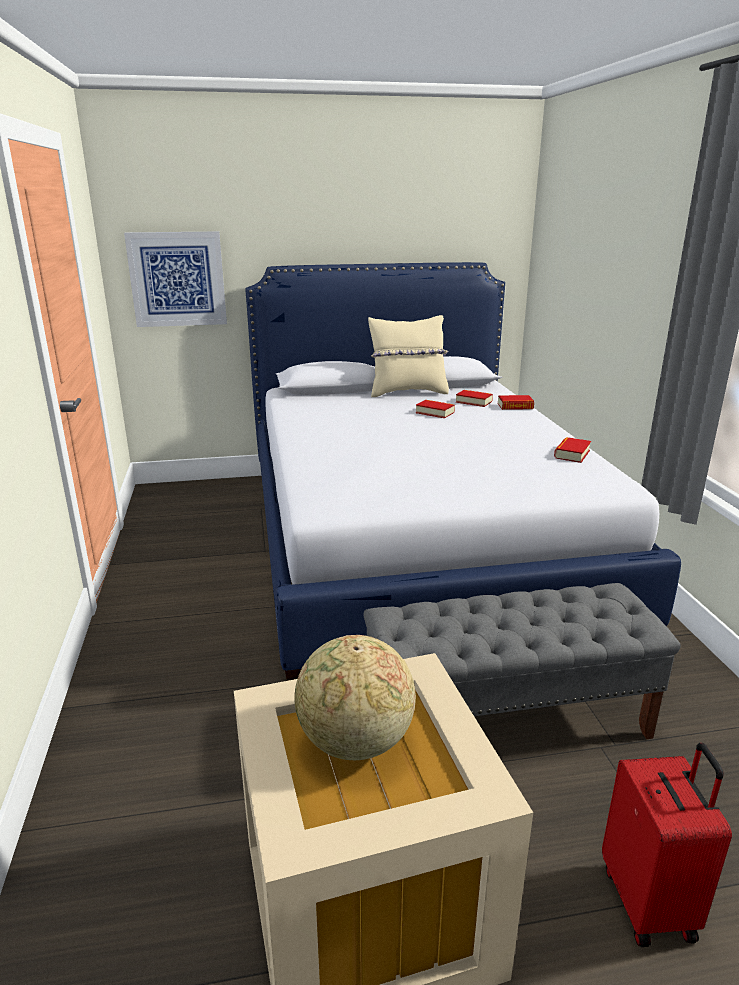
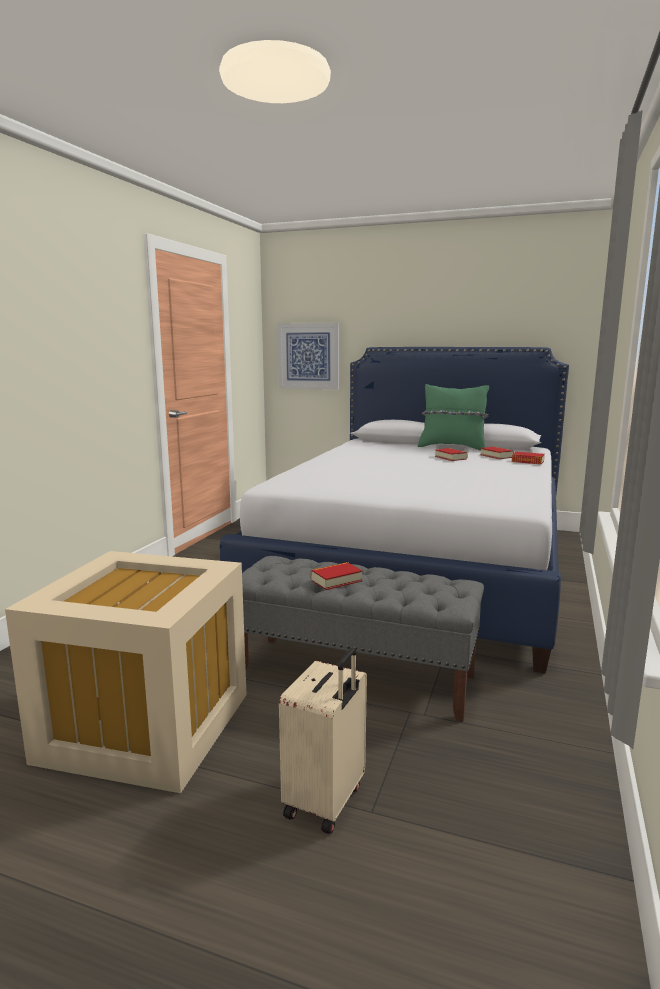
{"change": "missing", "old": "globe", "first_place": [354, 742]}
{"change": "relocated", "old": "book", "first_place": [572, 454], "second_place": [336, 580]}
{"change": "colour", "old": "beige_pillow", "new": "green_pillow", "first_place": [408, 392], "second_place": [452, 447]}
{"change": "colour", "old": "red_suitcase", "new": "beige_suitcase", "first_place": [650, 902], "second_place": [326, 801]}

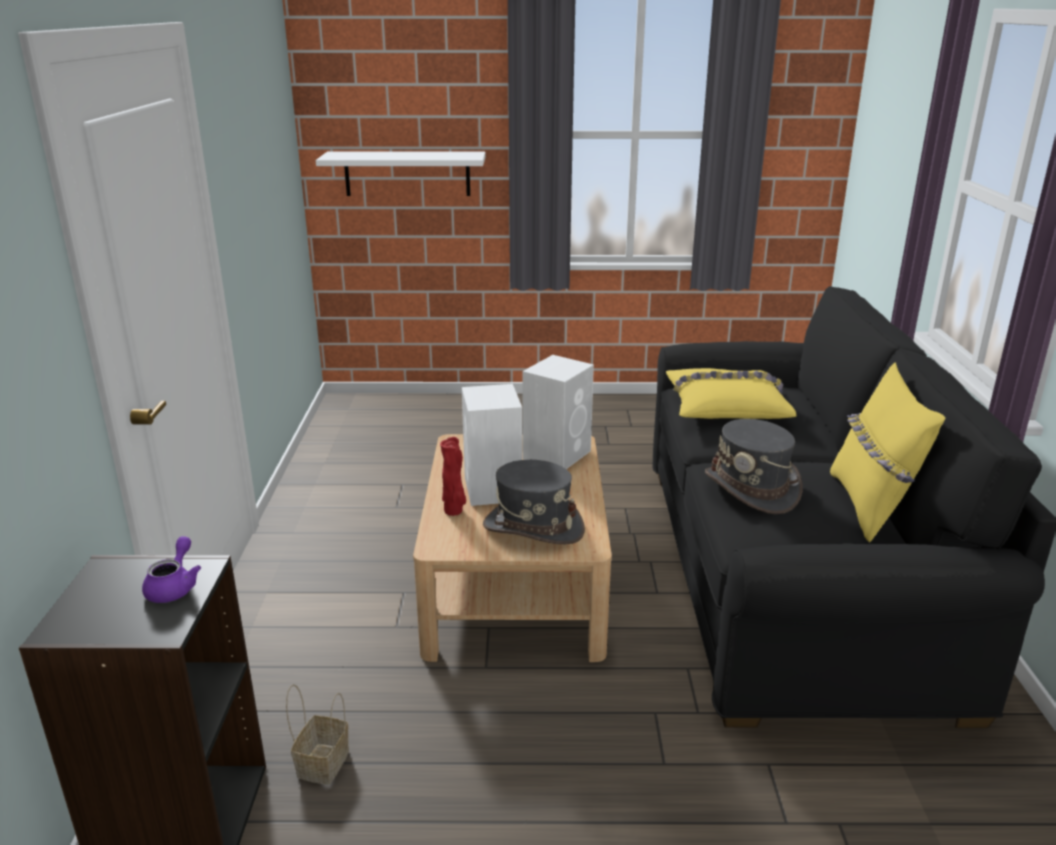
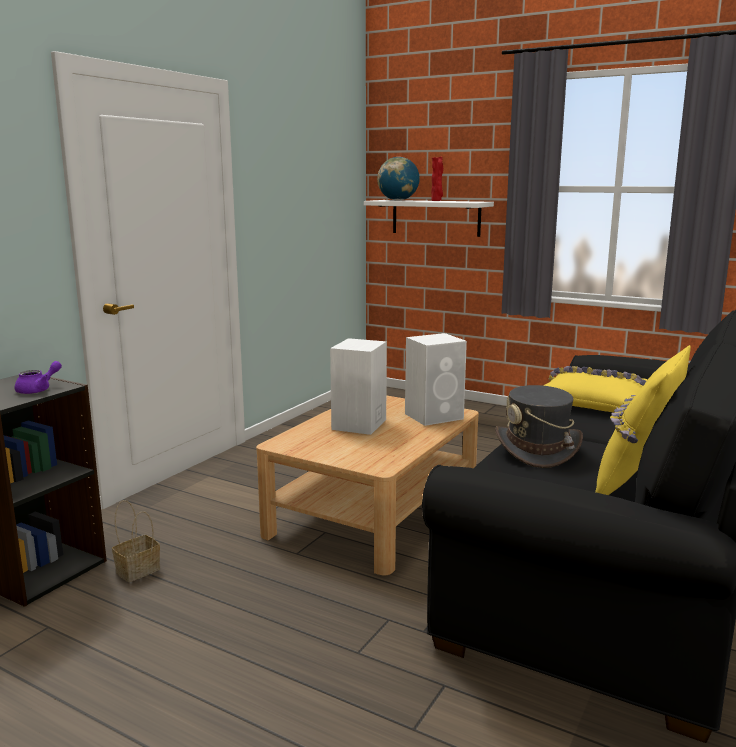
{"change": "missing", "old": "grey_hat", "first_place": [533, 528]}
{"change": "appeared", "new": "globe", "second_place": [398, 200]}
{"change": "relocated", "old": "red_vase", "first_place": [454, 511], "second_place": [436, 200]}

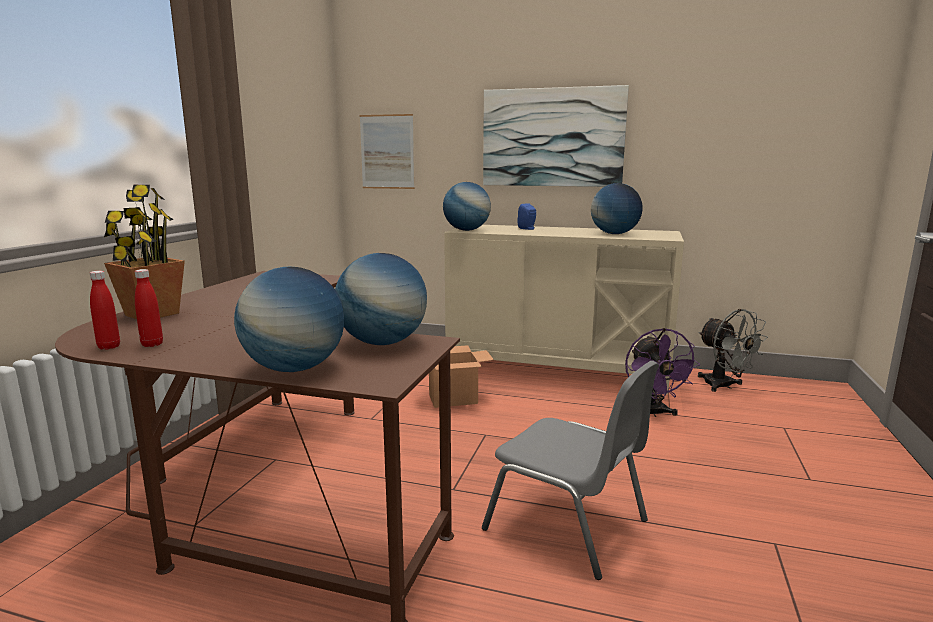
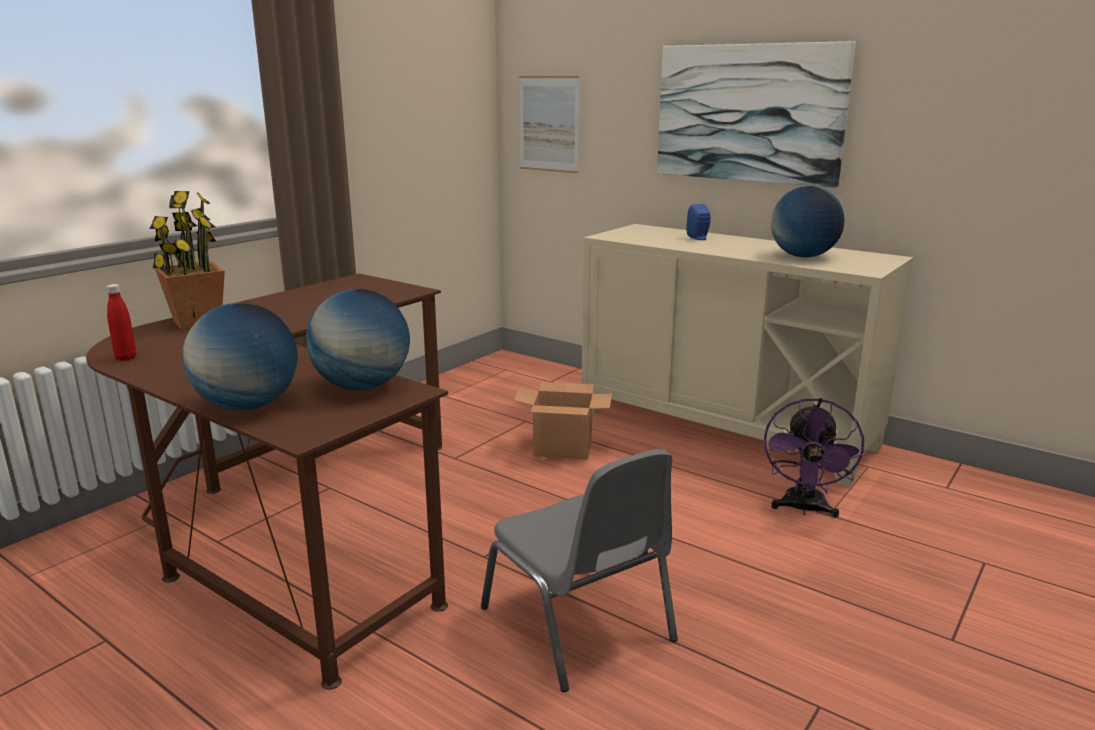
{"change": "missing", "old": "red_bottle", "first_place": [152, 344]}
{"change": "missing", "old": "globe", "first_place": [466, 230]}
{"change": "missing", "old": "grey_fan", "first_place": [724, 386]}

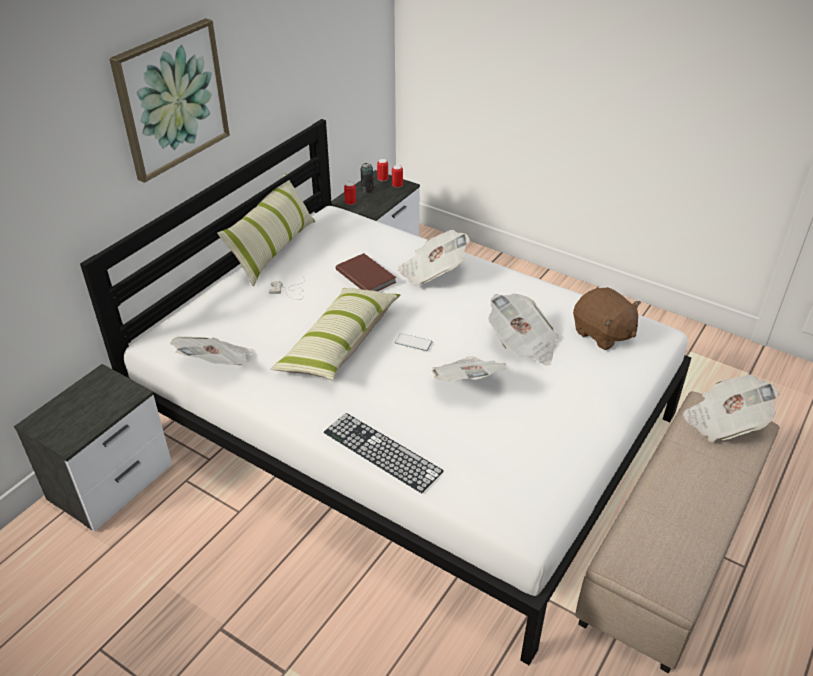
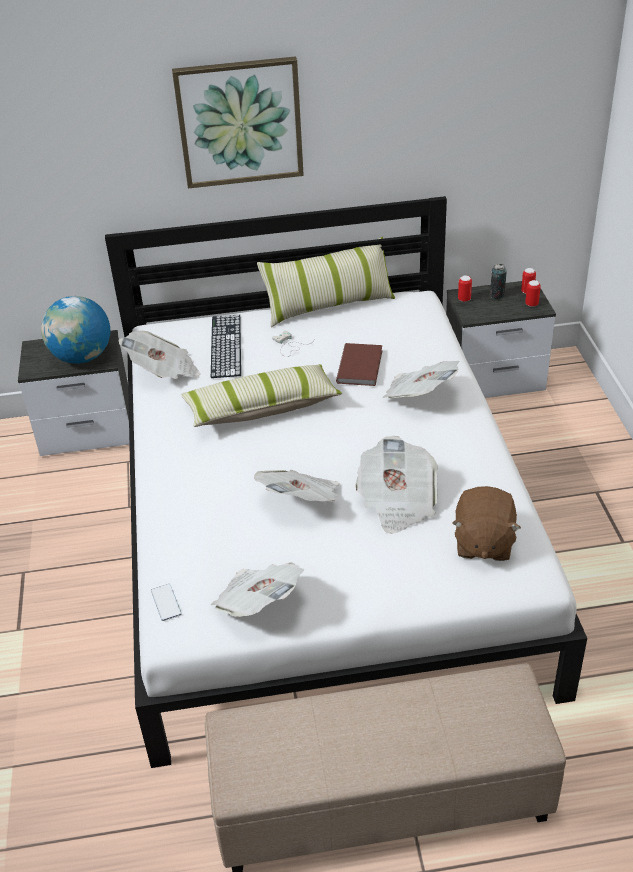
{"change": "appeared", "new": "globe", "second_place": [82, 357]}
{"change": "relocated", "old": "keyboard", "first_place": [382, 452], "second_place": [226, 345]}
{"change": "relocated", "old": "phone", "first_place": [413, 342], "second_place": [166, 602]}
{"change": "relocated", "old": "newspaper", "first_place": [724, 422], "second_place": [258, 604]}

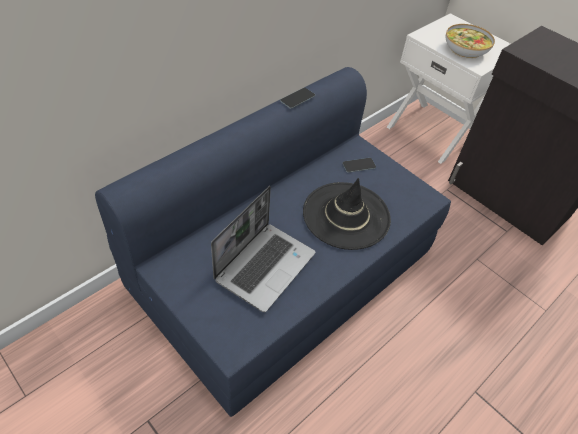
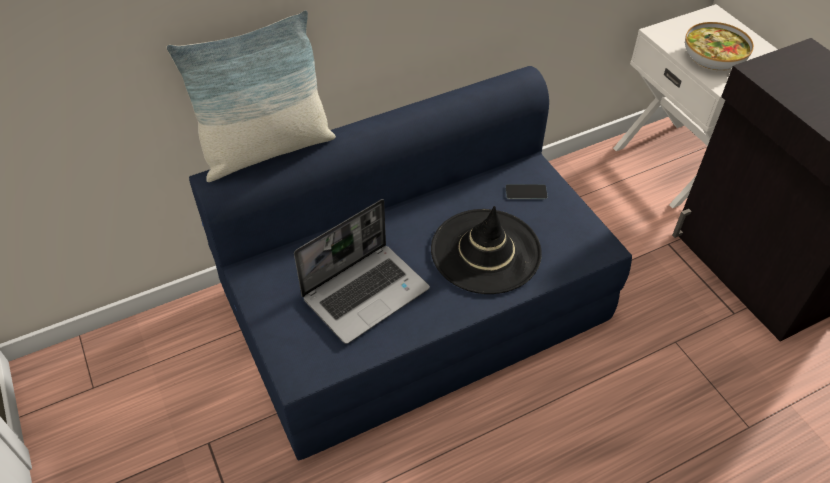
{"change": "missing", "old": "phone", "first_place": [297, 98]}
{"change": "appeared", "new": "pillow", "second_place": [267, 150]}

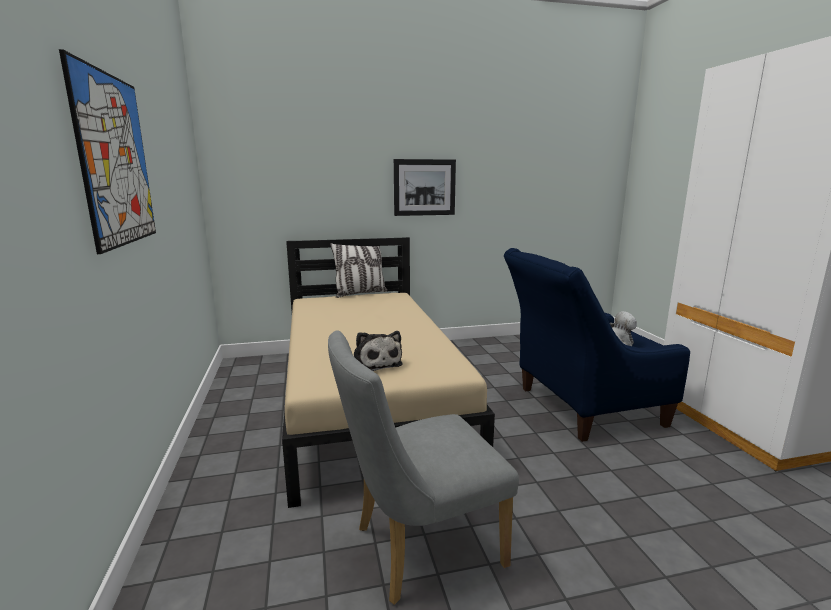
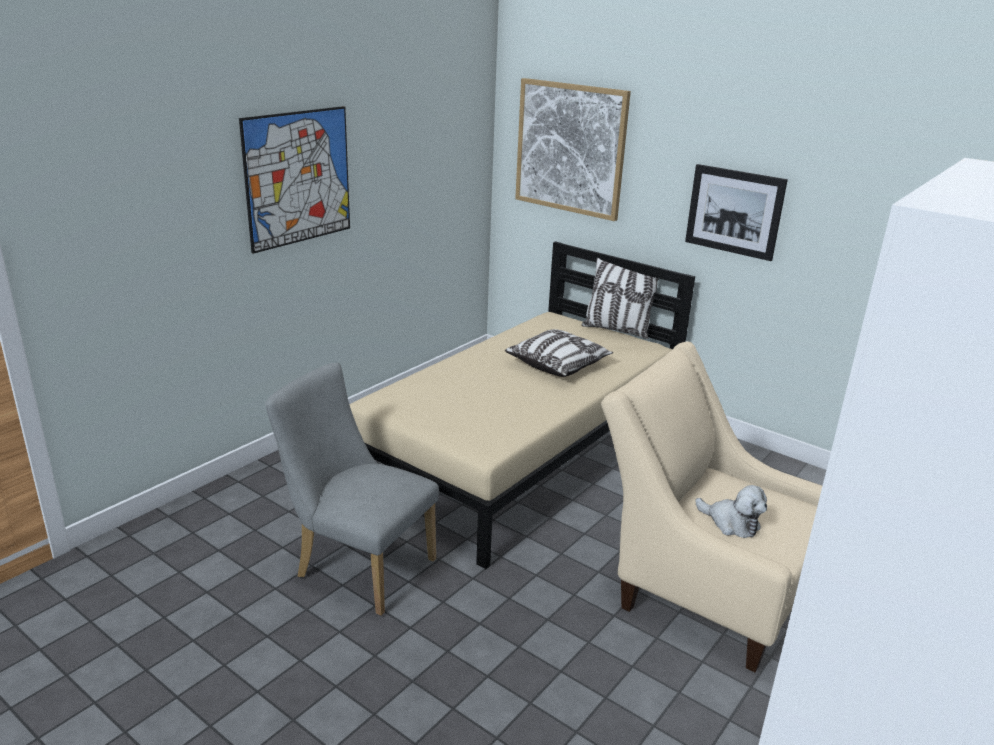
{"change": "missing", "old": "plush_toy", "first_place": [375, 363]}
{"change": "appeared", "new": "pillow", "second_place": [558, 365]}
{"change": "appeared", "new": "picture", "second_place": [570, 148]}
{"change": "colour", "old": "blue_armchair", "new": "beige_armchair", "first_place": [580, 407], "second_place": [702, 588]}

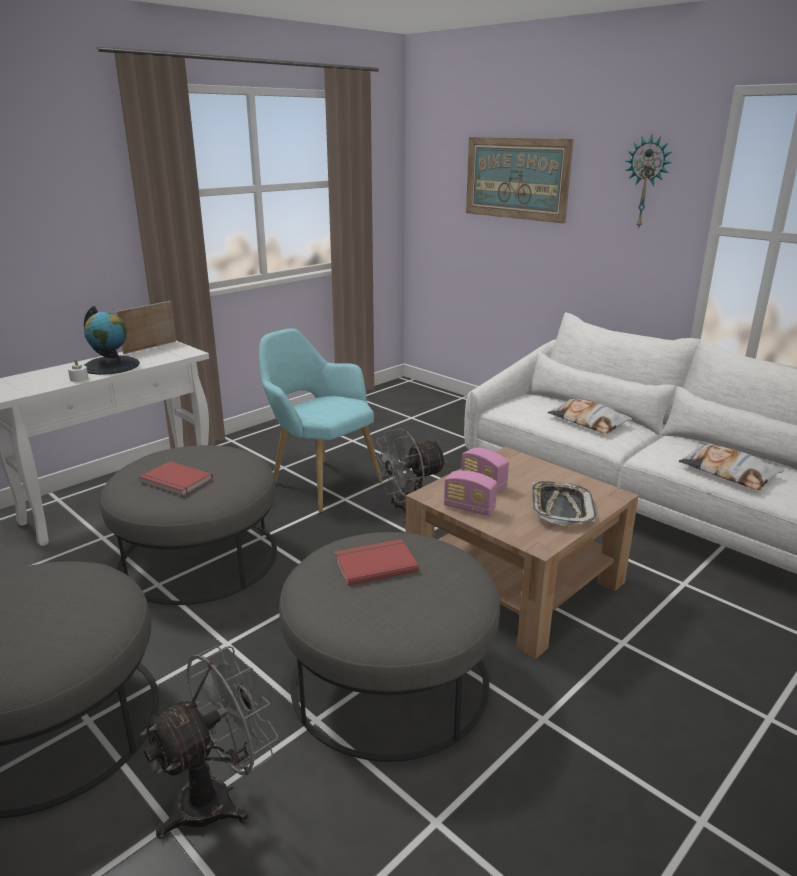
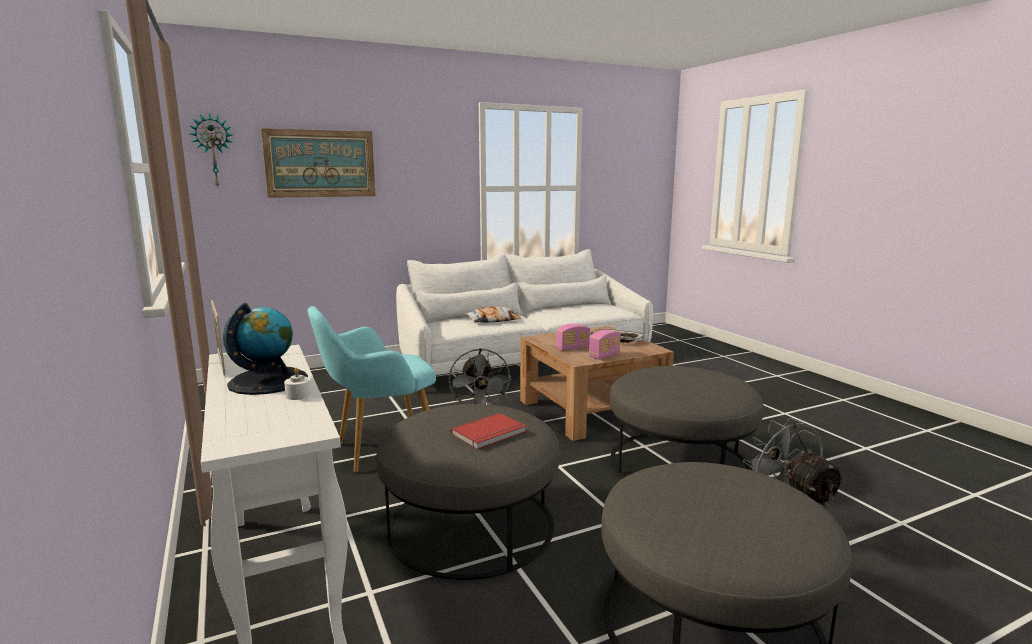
{"change": "missing", "old": "red_book", "first_place": [374, 563]}
{"change": "missing", "old": "pillow", "first_place": [728, 472]}
{"change": "relocated", "old": "wall_clock", "first_place": [646, 182], "second_place": [213, 151]}

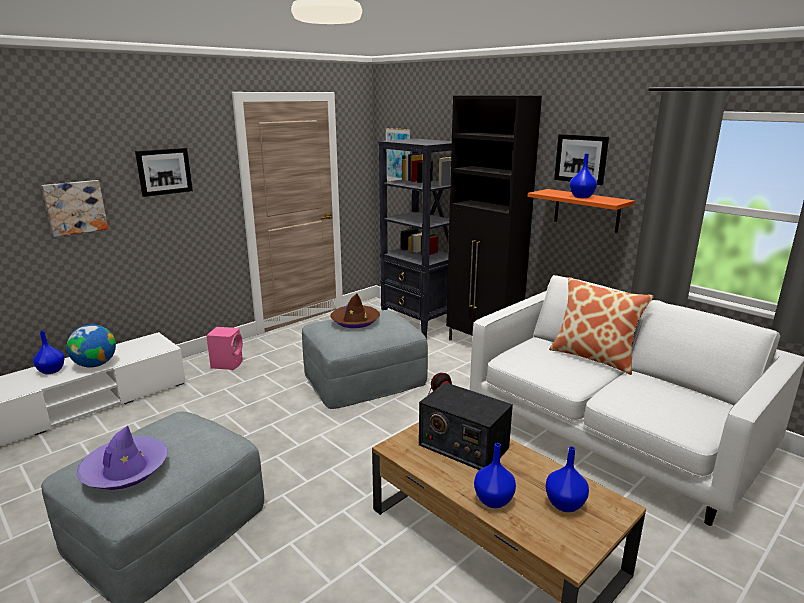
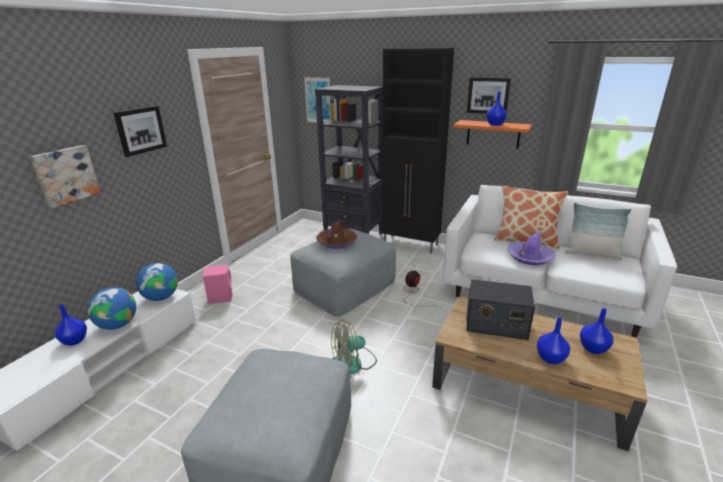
{"change": "appeared", "new": "globe", "second_place": [161, 297]}
{"change": "appeared", "new": "fan", "second_place": [353, 362]}
{"change": "appeared", "new": "pillow", "second_place": [591, 254]}
{"change": "relocated", "old": "purple_hat", "first_place": [125, 470], "second_place": [530, 257]}

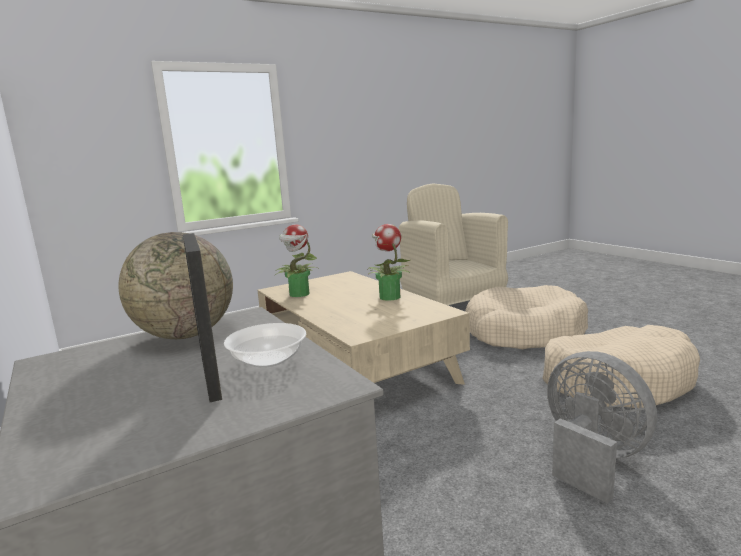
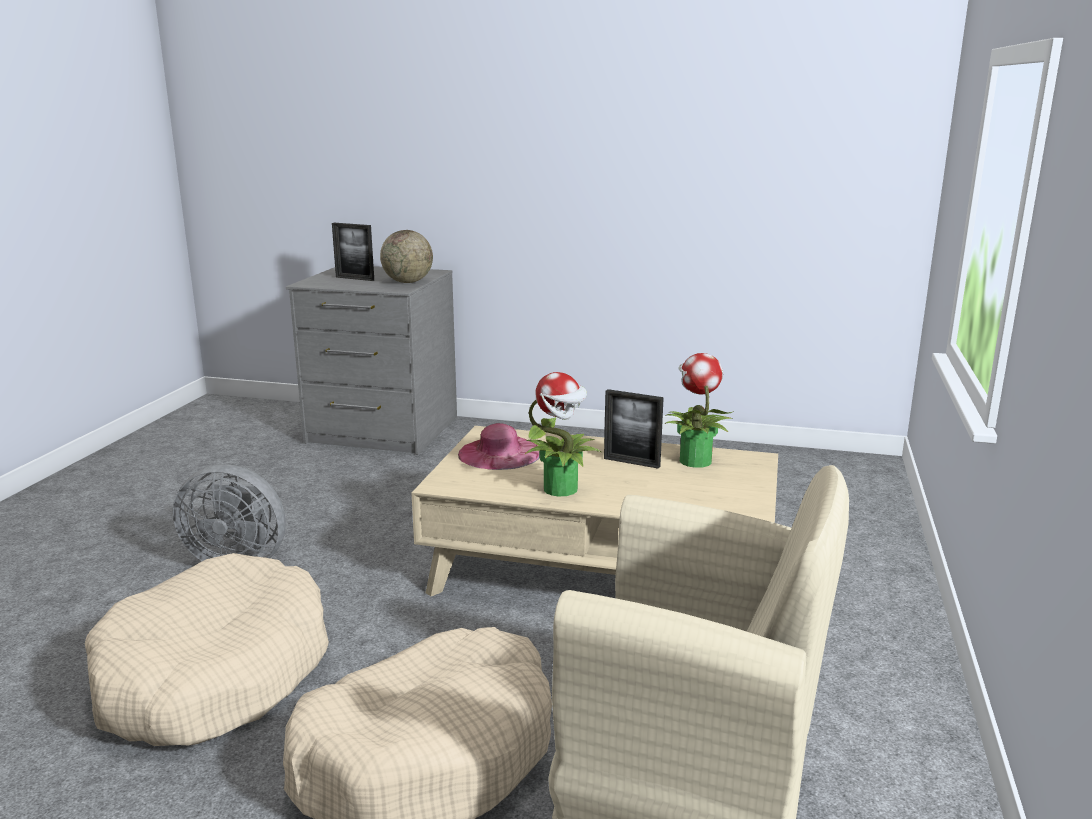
{"change": "missing", "old": "bowl", "first_place": [268, 360]}
{"change": "appeared", "new": "pink_hat", "second_place": [499, 453]}
{"change": "appeared", "new": "picture_frame", "second_place": [631, 462]}

